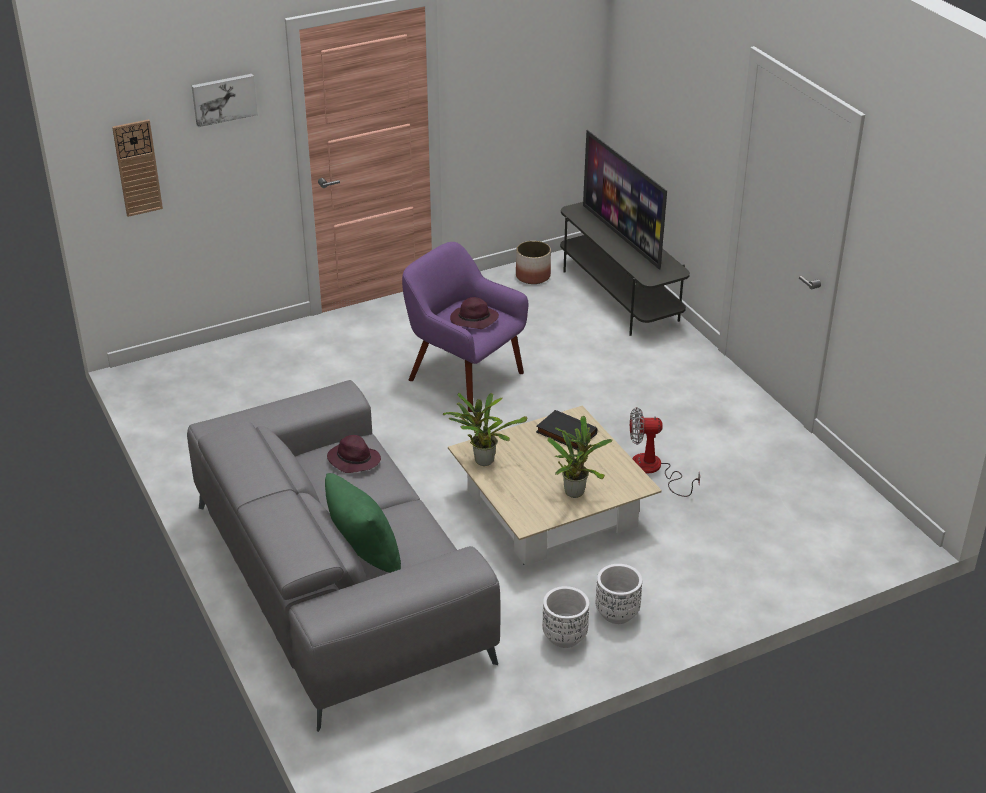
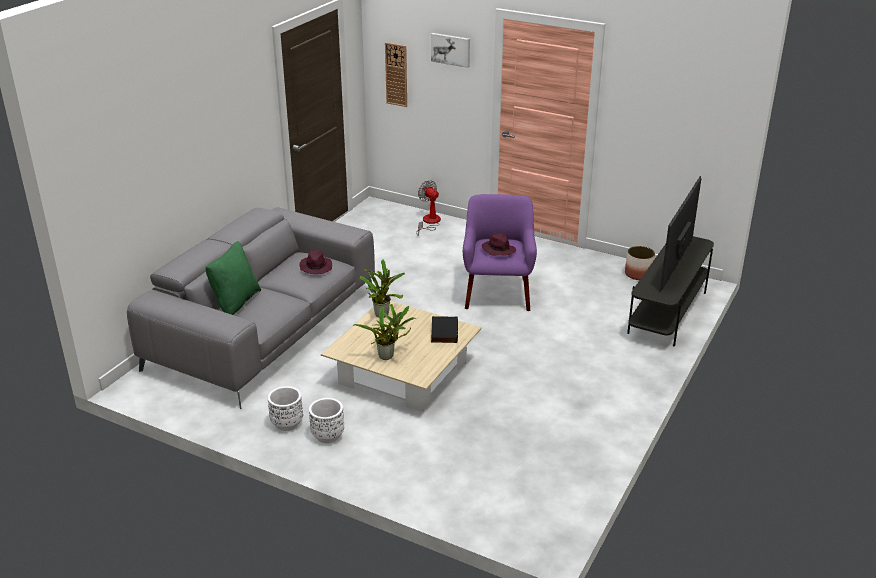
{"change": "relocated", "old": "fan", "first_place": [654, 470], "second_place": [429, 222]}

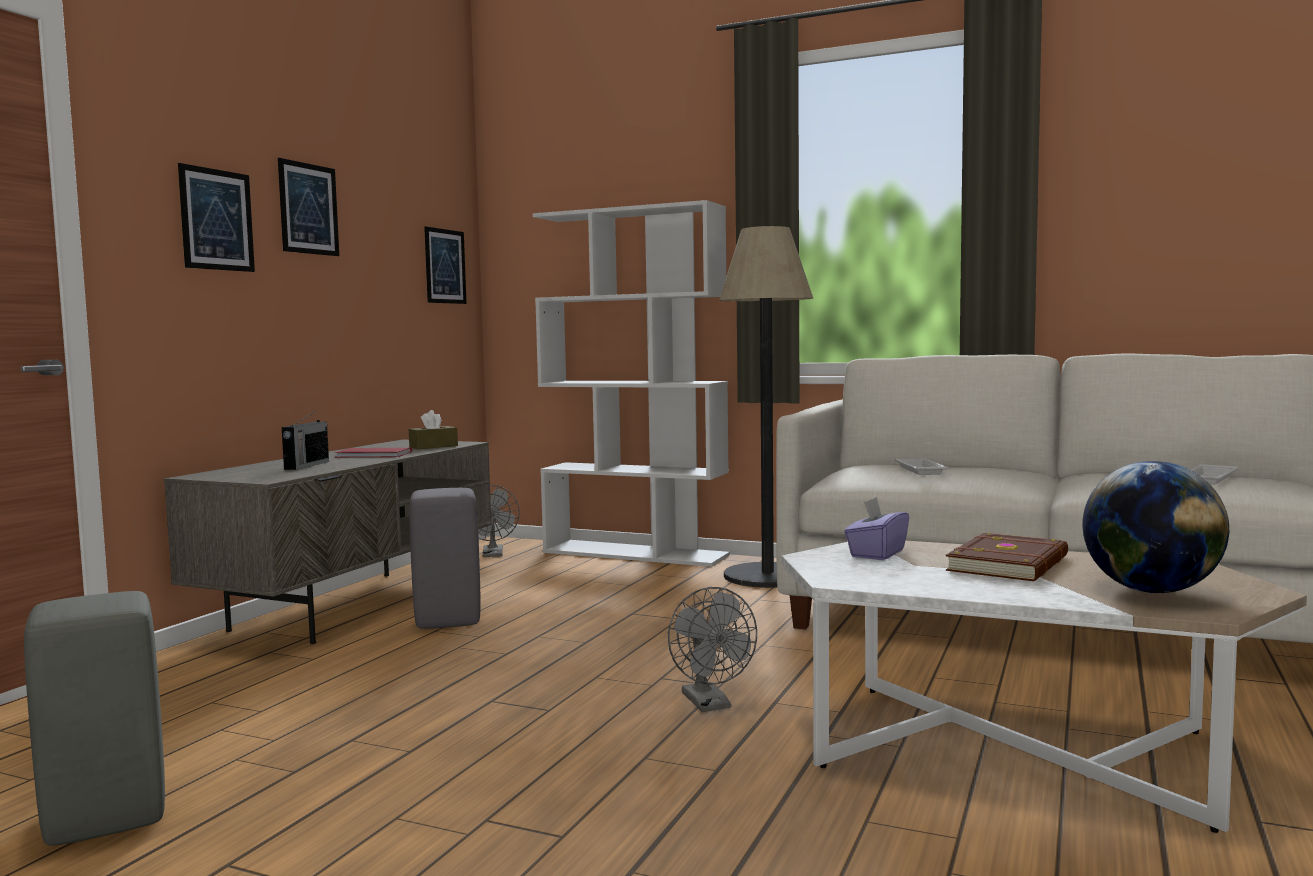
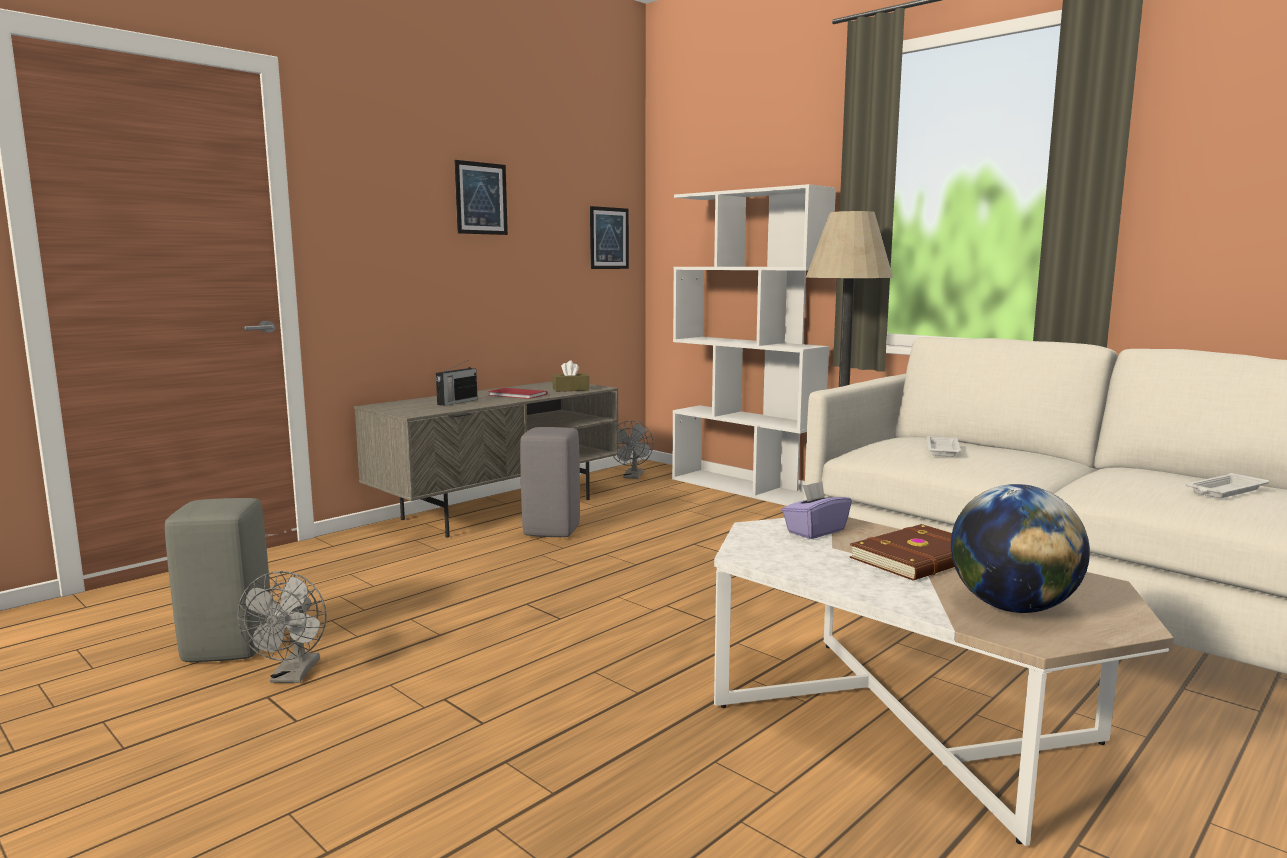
{"change": "missing", "old": "picture", "first_place": [217, 219]}
{"change": "relocated", "old": "grey_fan", "first_place": [710, 704], "second_place": [293, 676]}

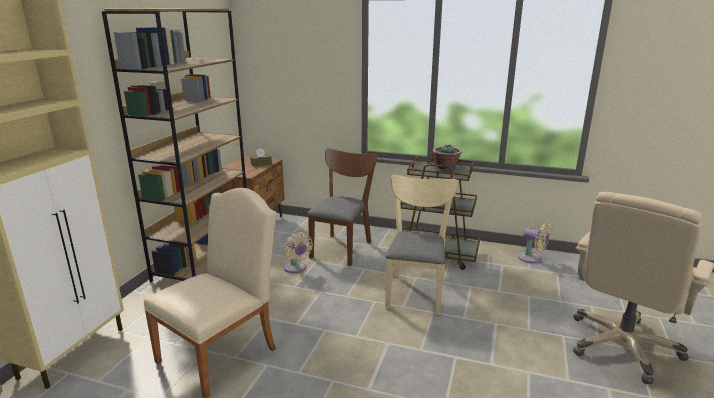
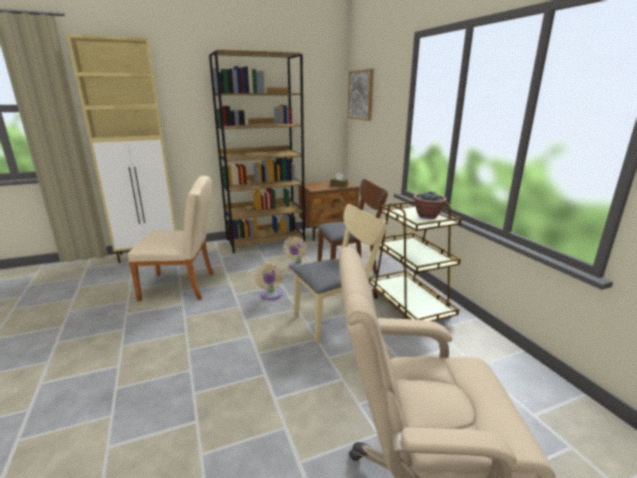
{"change": "appeared", "new": "picture", "second_place": [361, 95]}
{"change": "relocated", "old": "beige_fan", "first_place": [532, 258], "second_place": [271, 296]}

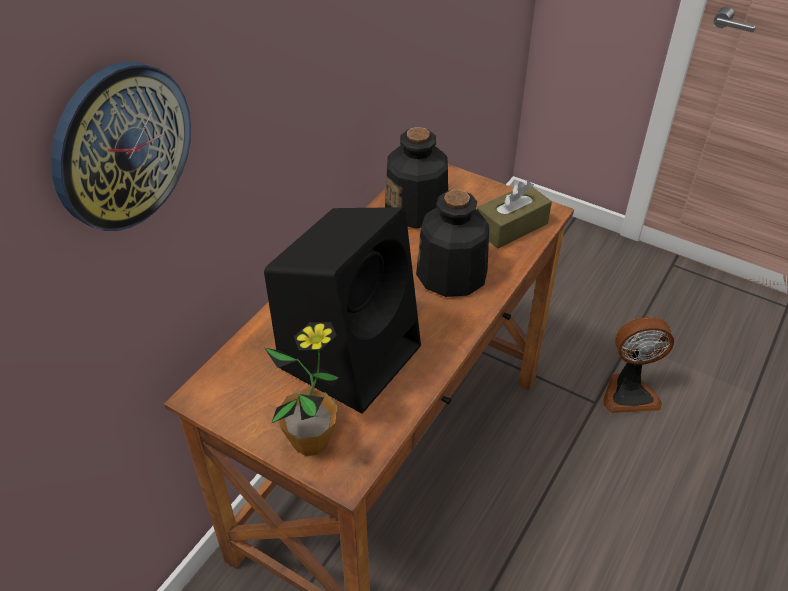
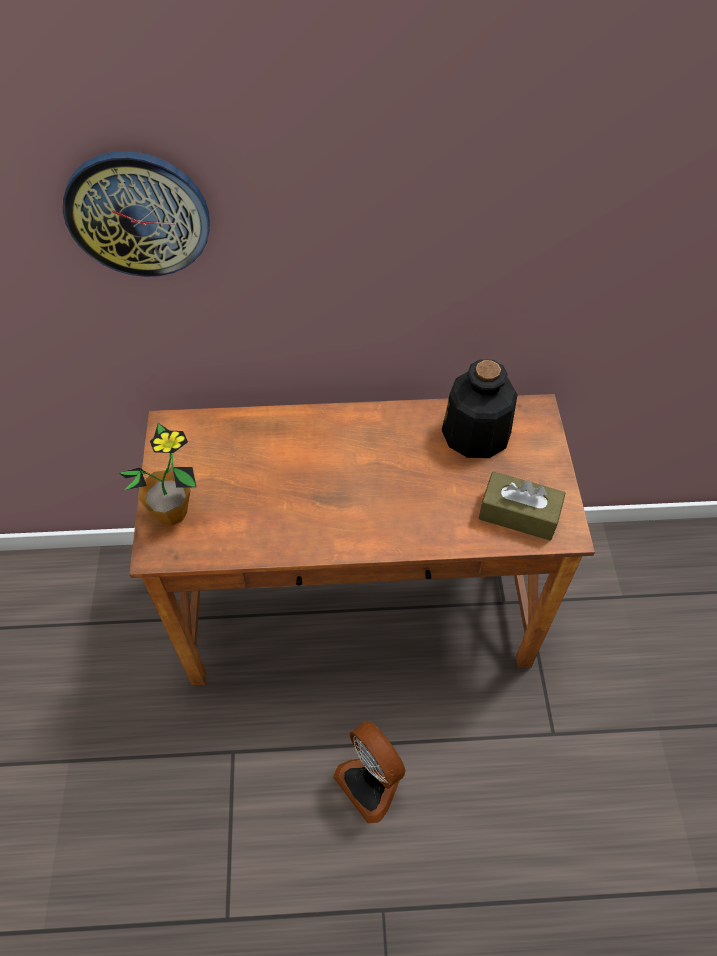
{"change": "missing", "old": "black_speaker", "first_place": [352, 354]}
{"change": "missing", "old": "bottle", "first_place": [451, 275]}
{"change": "relocated", "old": "fan", "first_place": [628, 392], "second_place": [372, 782]}

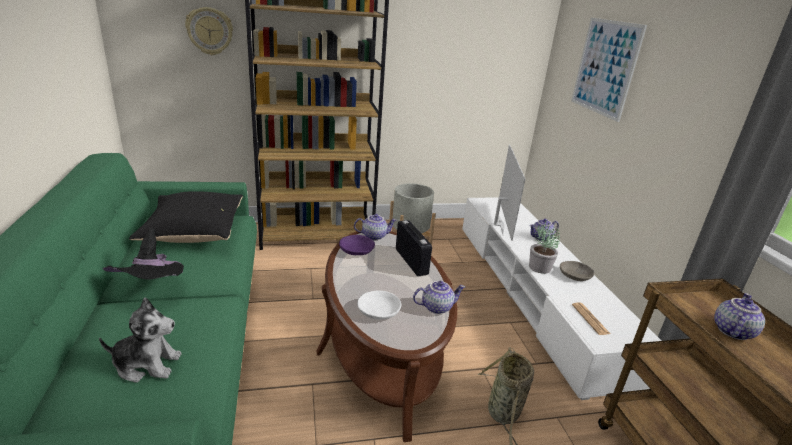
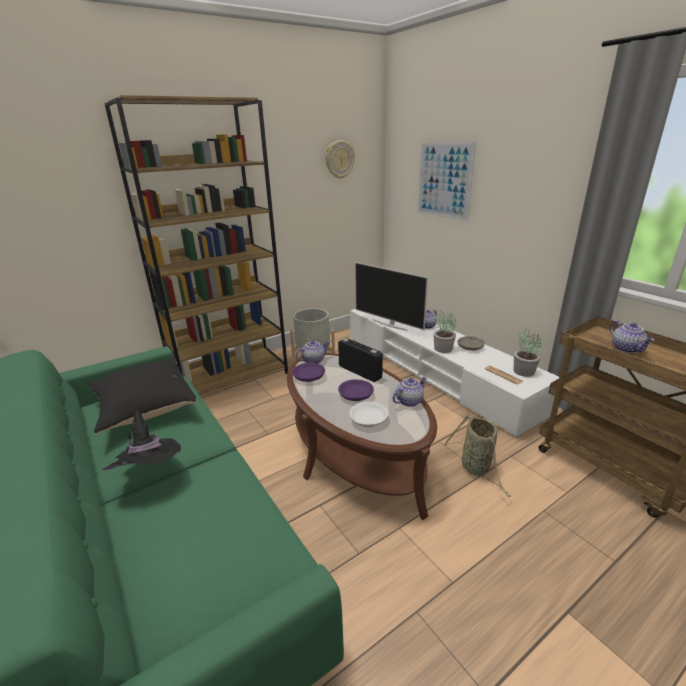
{"change": "missing", "old": "plush_toy", "first_place": [147, 364]}
{"change": "appeared", "new": "purple_bowl", "second_place": [356, 395]}
{"change": "appeared", "new": "potted_plant", "second_place": [523, 371]}
{"change": "relocated", "old": "wall_clock", "first_place": [210, 31], "second_place": [339, 159]}
{"change": "spun", "old": "television", "first_place": [499, 224], "second_place": [390, 324], "degrees": 150}
{"change": "spun", "old": "teapot", "first_place": [731, 330], "second_place": [627, 349], "degrees": 150}

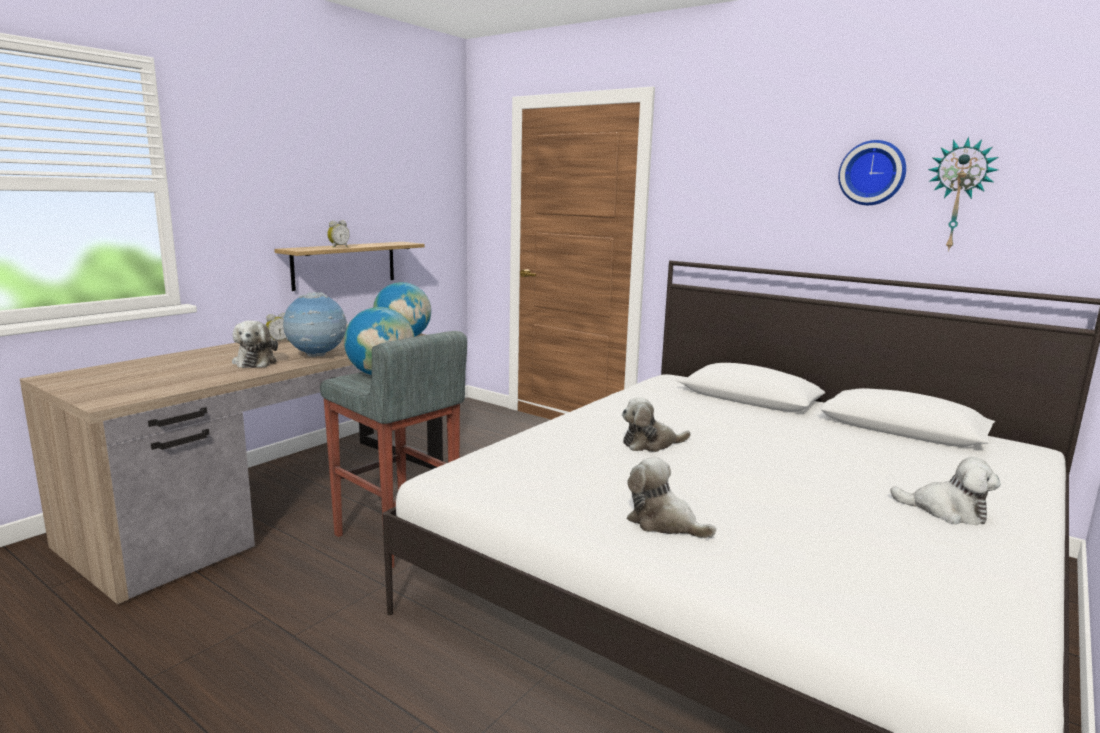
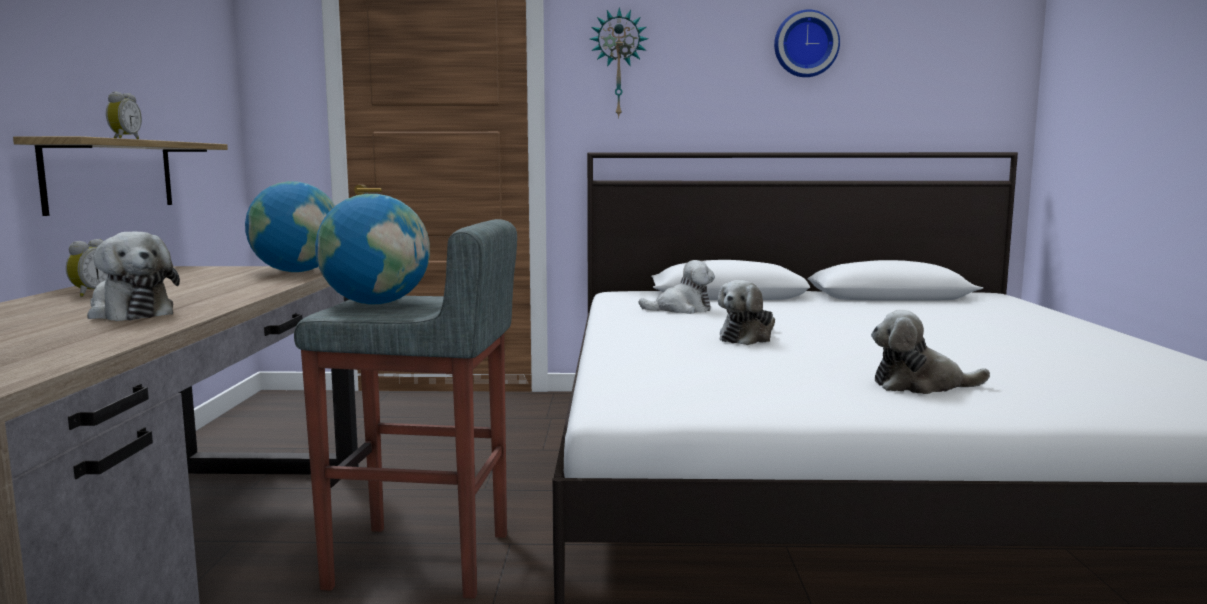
{"change": "missing", "old": "globe", "first_place": [317, 356]}
{"change": "relocated", "old": "plush_toy", "first_place": [946, 511], "second_place": [681, 309]}
{"change": "relocated", "old": "wall_clock", "first_place": [958, 195], "second_place": [618, 64]}

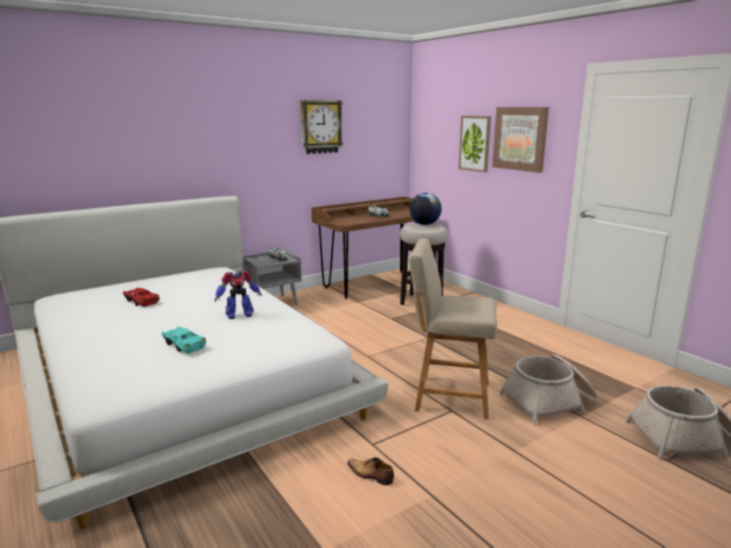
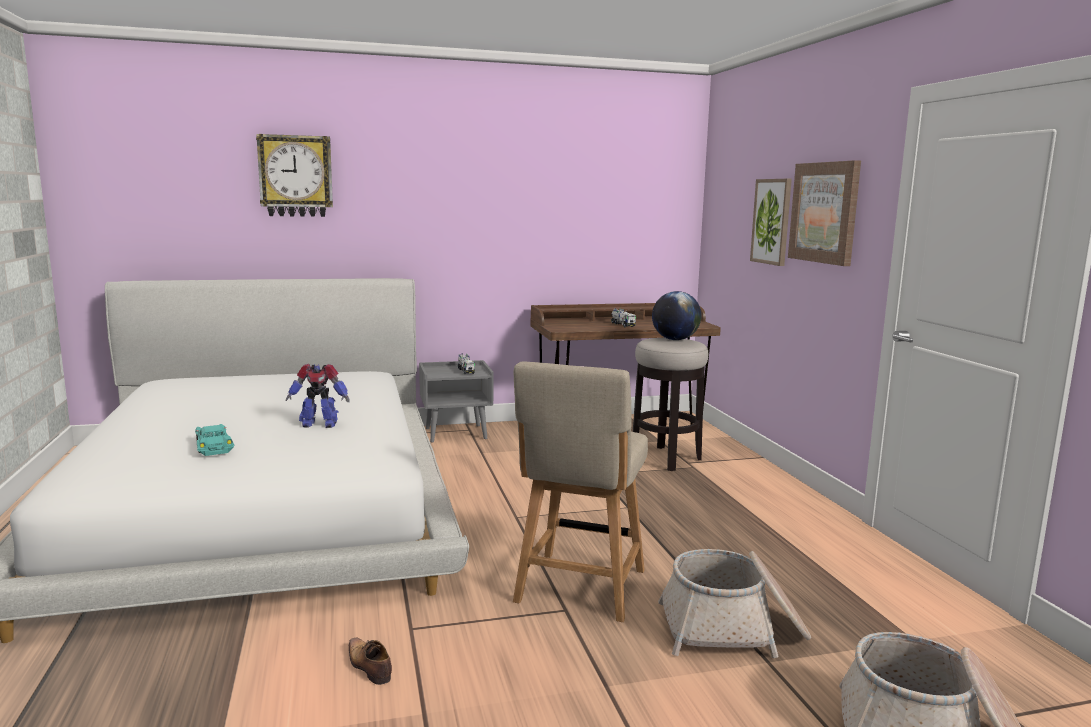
{"change": "missing", "old": "red_toy_car", "first_place": [141, 301]}
{"change": "relocated", "old": "wall_clock", "first_place": [320, 127], "second_place": [295, 176]}
{"change": "spun", "old": "beige_chair", "first_place": [448, 396], "second_place": [579, 589], "degrees": -105}

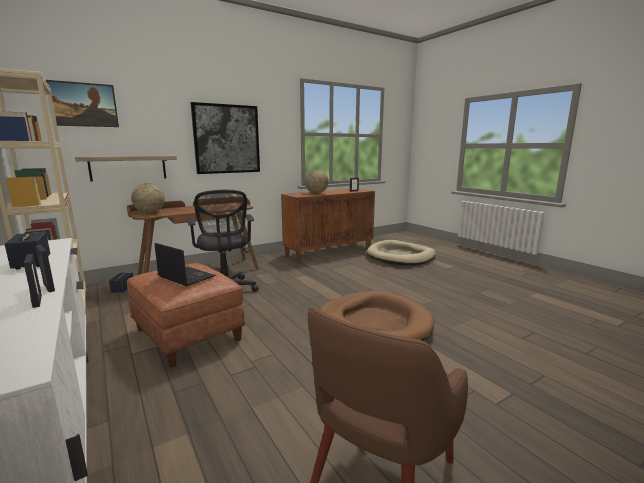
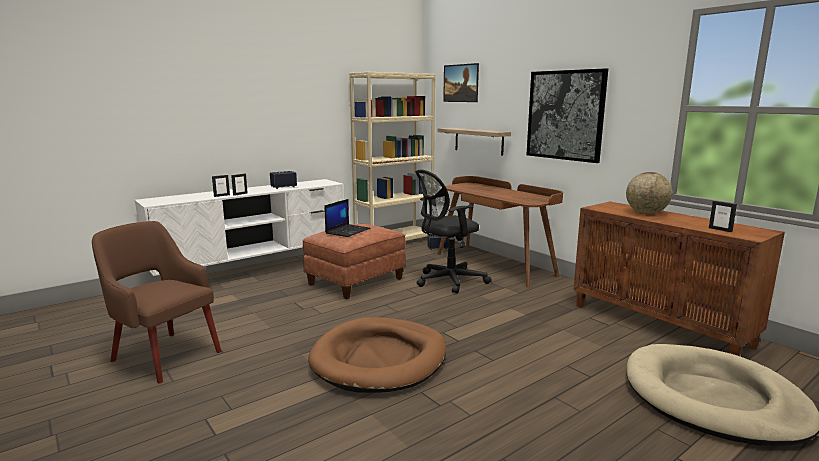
{"change": "missing", "old": "globe", "first_place": [150, 213]}

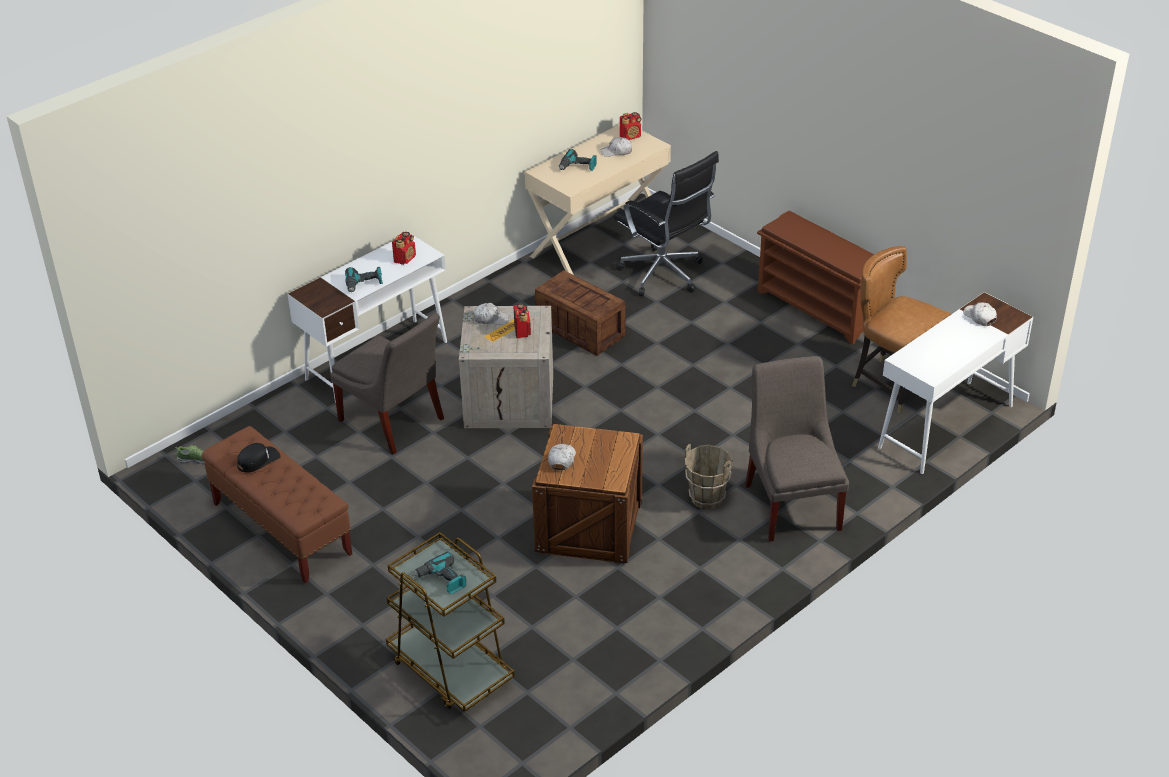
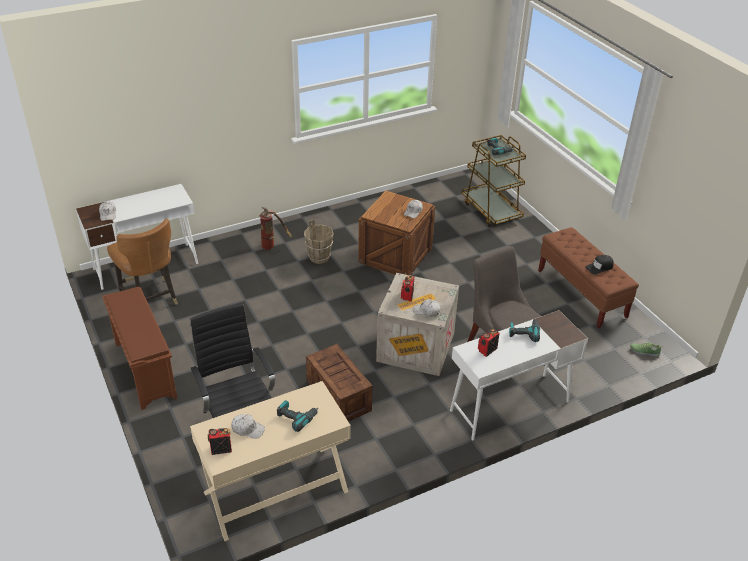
{"change": "exchanged", "old": "grey_chair", "new": "fire_extinguisher", "first_place": [792, 503], "second_place": [273, 245]}

